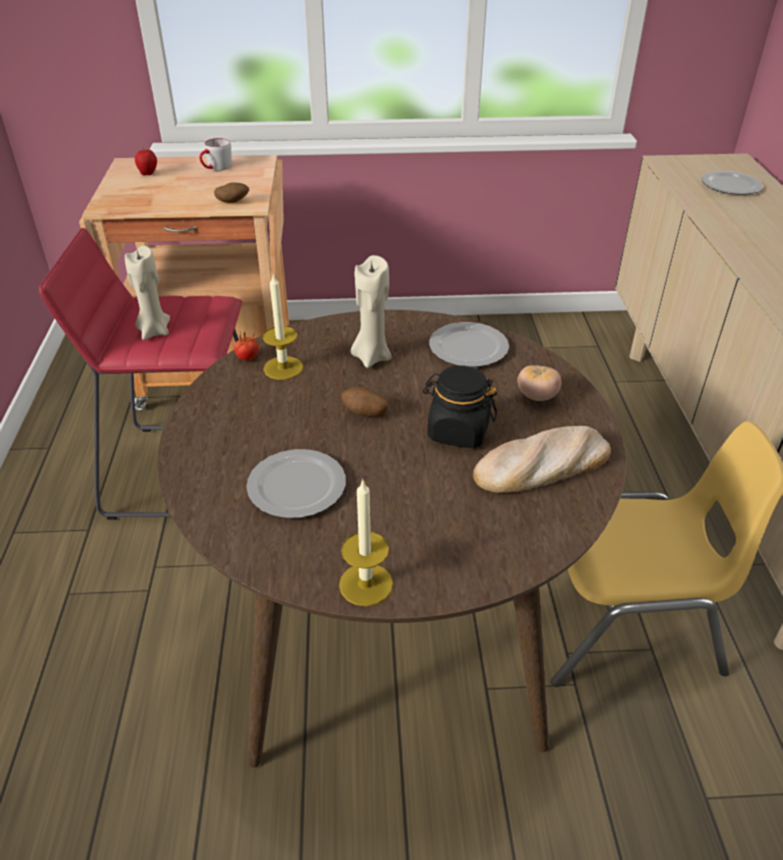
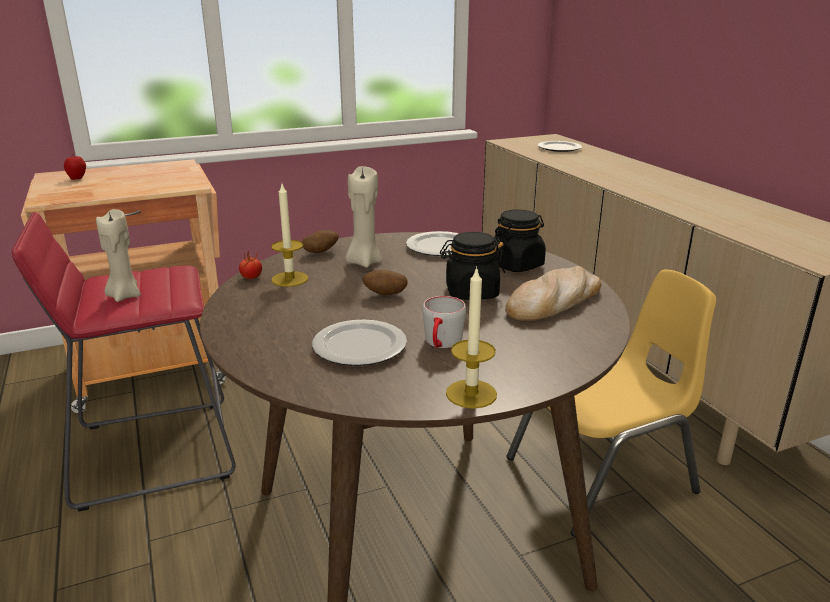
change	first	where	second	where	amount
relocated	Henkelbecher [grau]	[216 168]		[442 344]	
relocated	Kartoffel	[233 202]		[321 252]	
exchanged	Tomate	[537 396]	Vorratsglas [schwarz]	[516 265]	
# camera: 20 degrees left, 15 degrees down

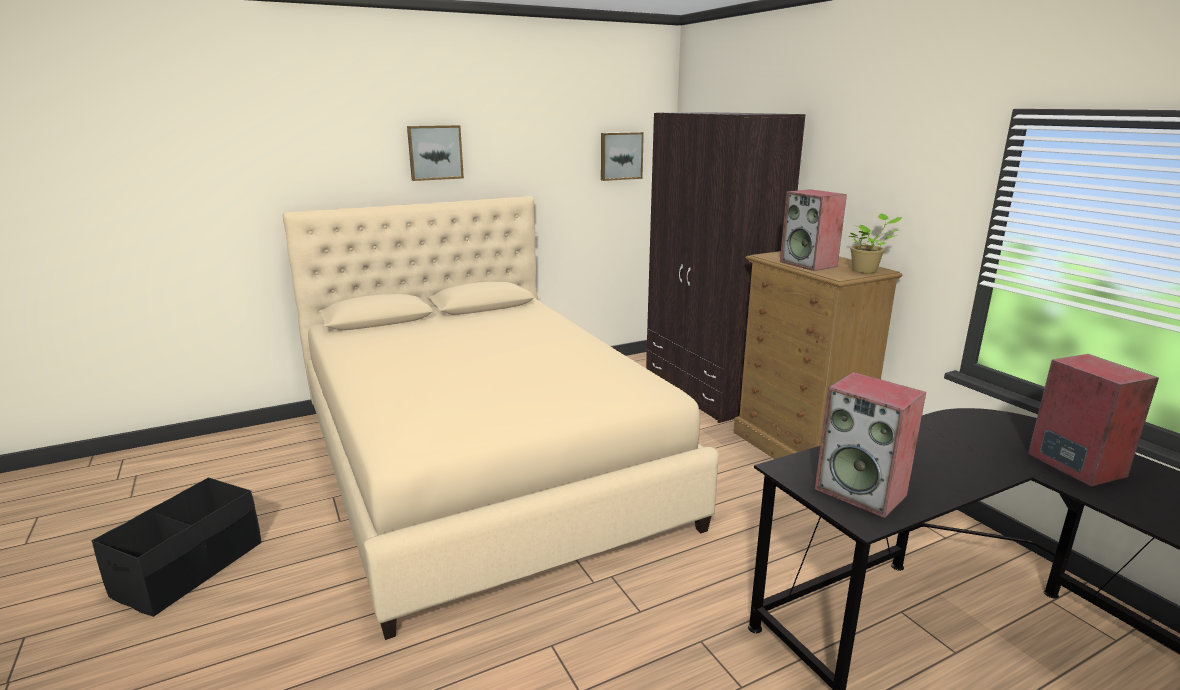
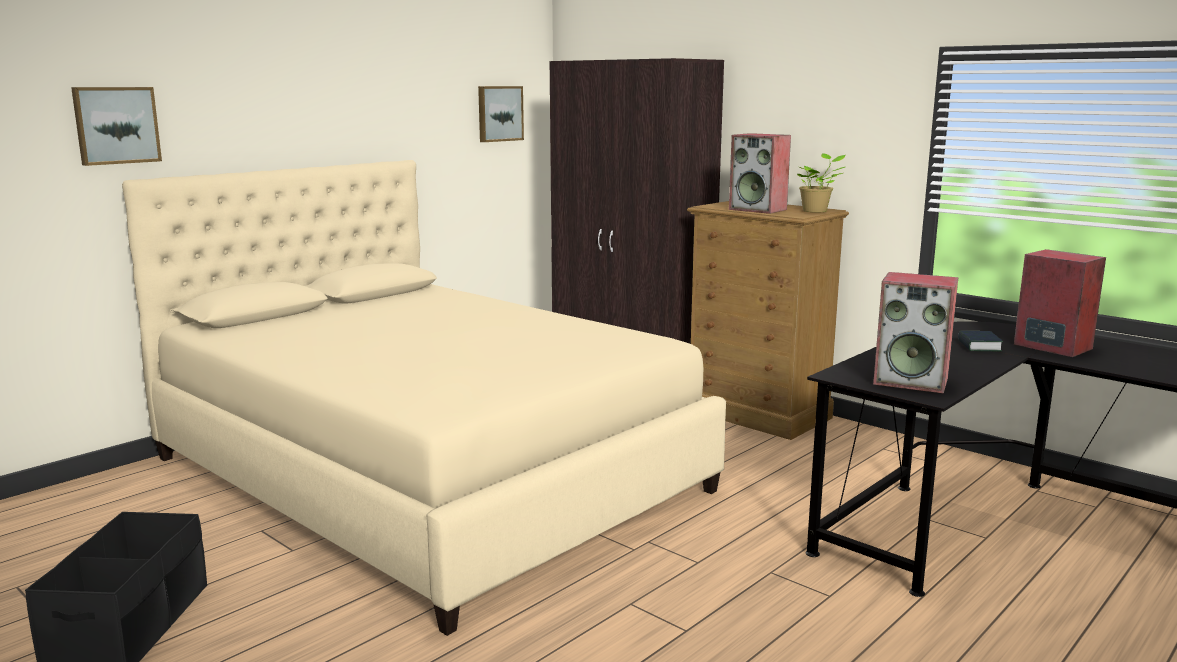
change	first	where	second	where	amount
appeared			Buch	[979 346]	
relocated	Bild	[435 152]		[116 125]	
# camera: 20 degrees left, 5 degrees down

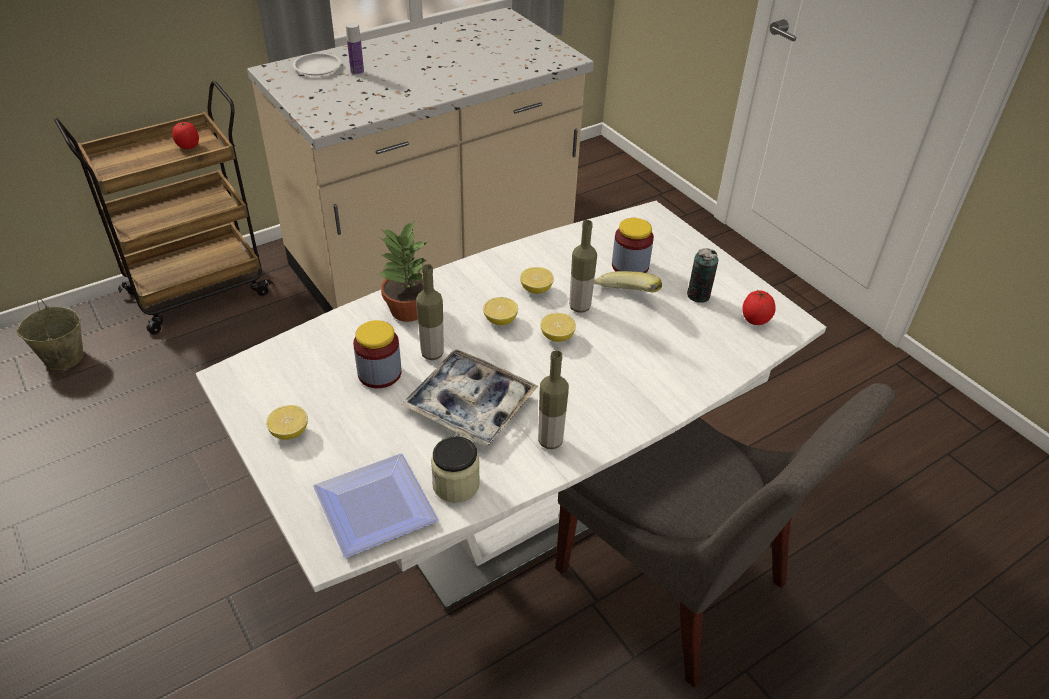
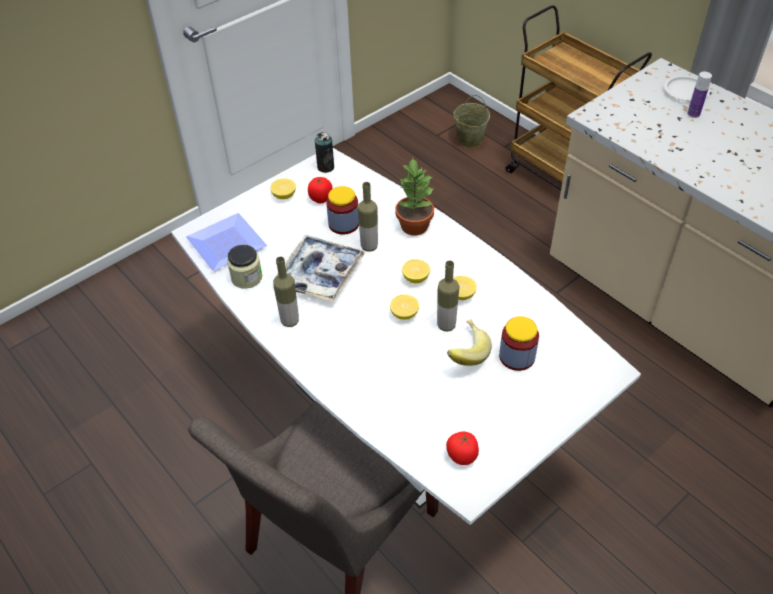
change	first	where	second	where	amount
relocated	Tomate	[188 146]		[321 199]	
relocated	Dose	[698 295]		[325 167]	
# camera: 85 degrees right, 5 degrees up

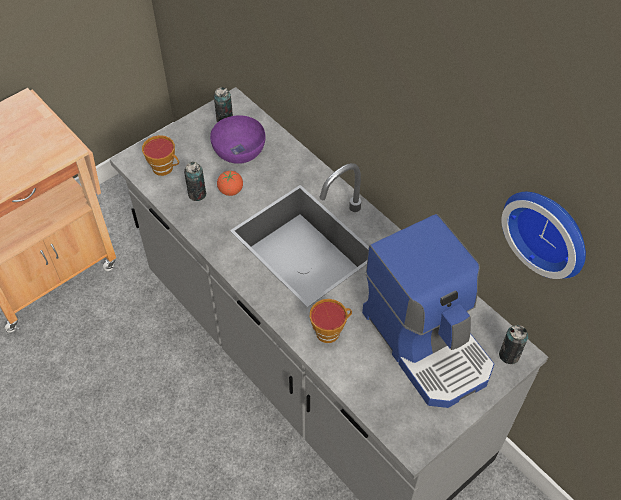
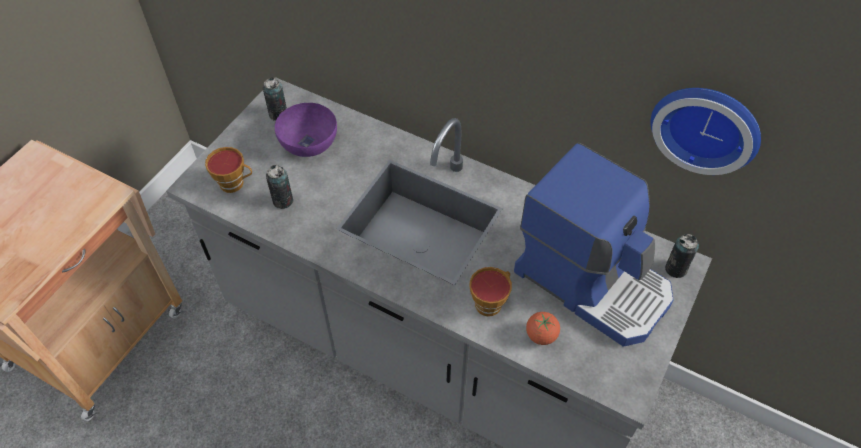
change	first	where	second	where	amount
relocated	Tomate	[230 191]		[541 335]	
# camera: 20 degrees left, 0 degrees up

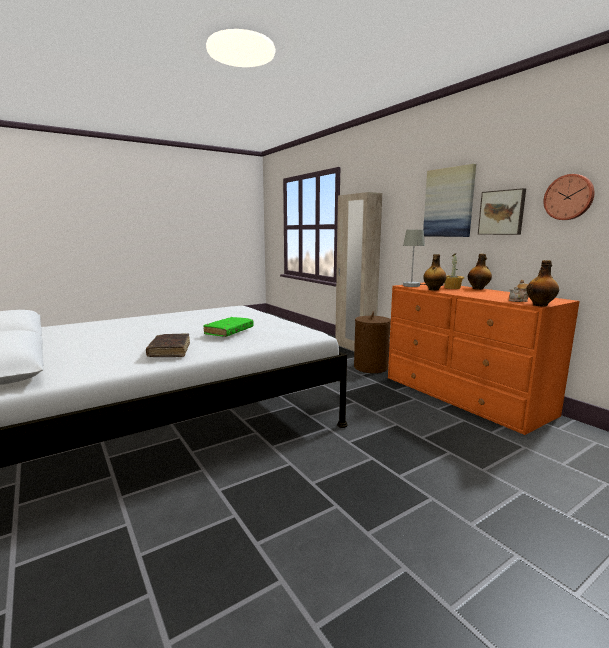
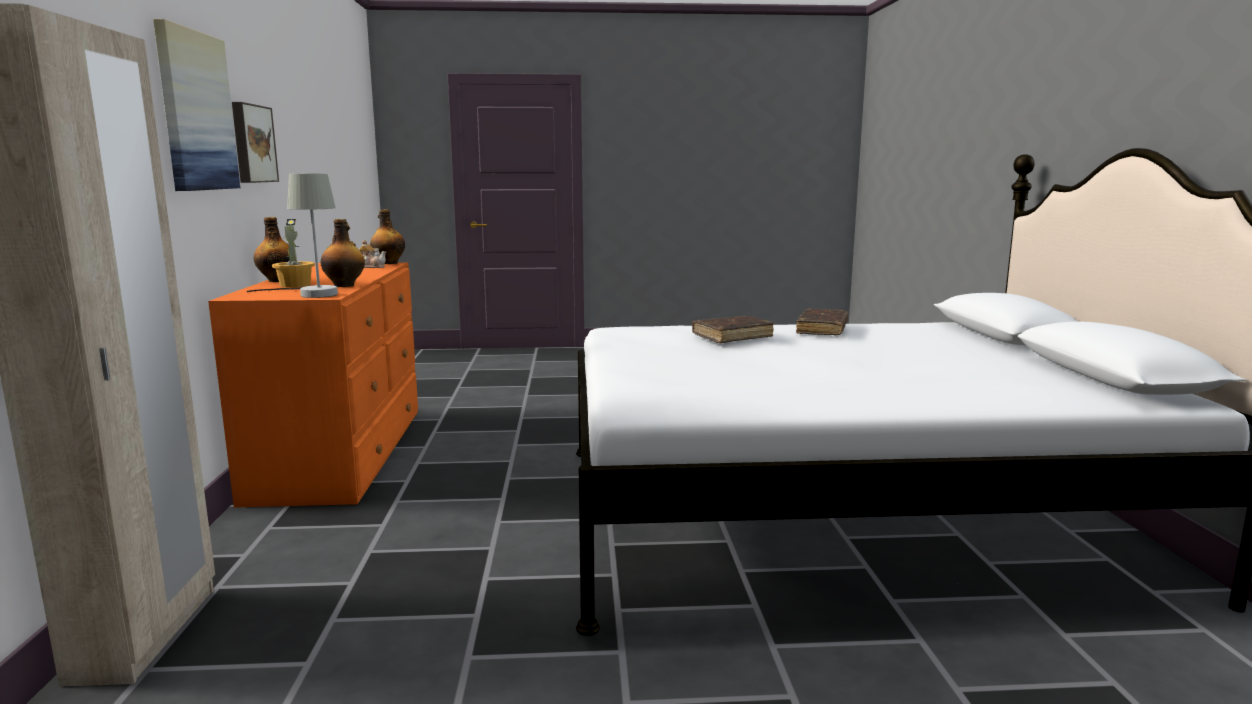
change	first	where	second	where	amount
missing	Wäschekorb [braun]	[370 367]			
missing	Wanduhr	[569 197]			
colour	Buch [grün]	[229 331]	Buch [braun]	[732 337]	
# camera: 150 degrees left, 0 degrees up

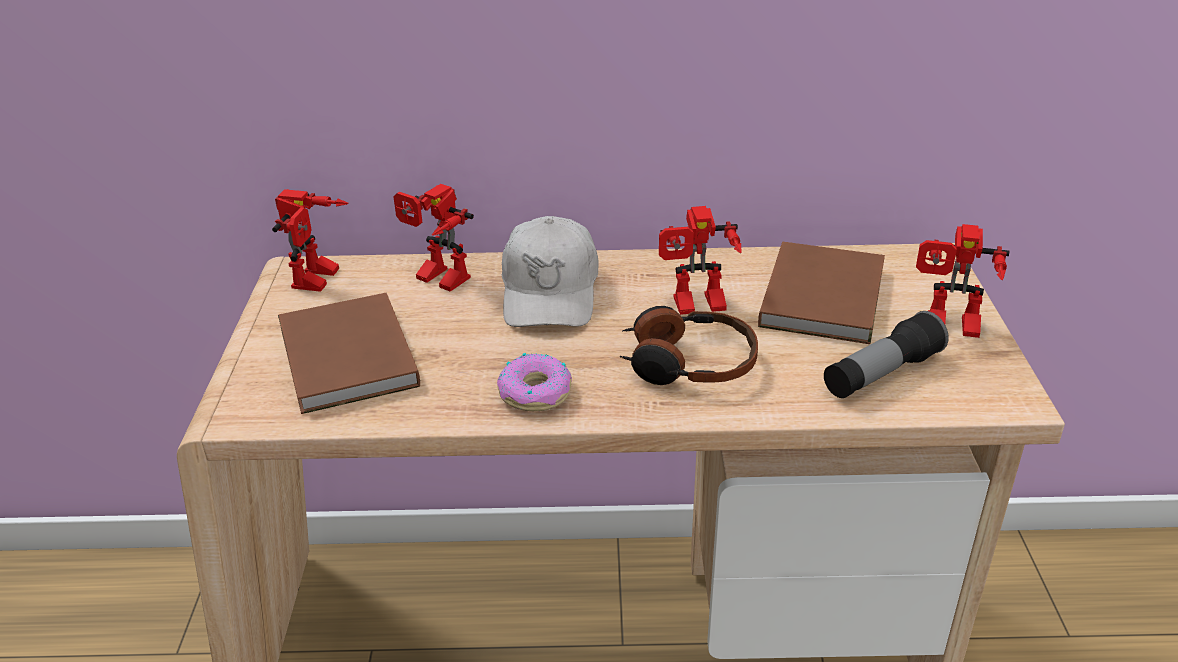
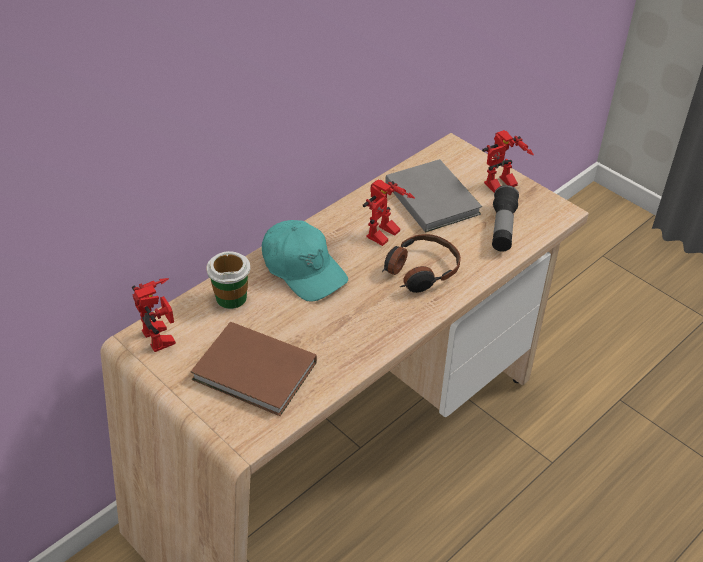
change	first	where	second	where	amount
missing	Donut	[536 392]			
exchanged	Spielzeugroboter	[436 280]	Tasse	[231 297]	
colour	Kappe [weiß]	[550 292]	Kappe [türkis]	[303 269]	
colour	Buch [braun]	[825 295]	Buch [grau]	[432 197]	
# camera: 45 degrees left, 10 degrees up

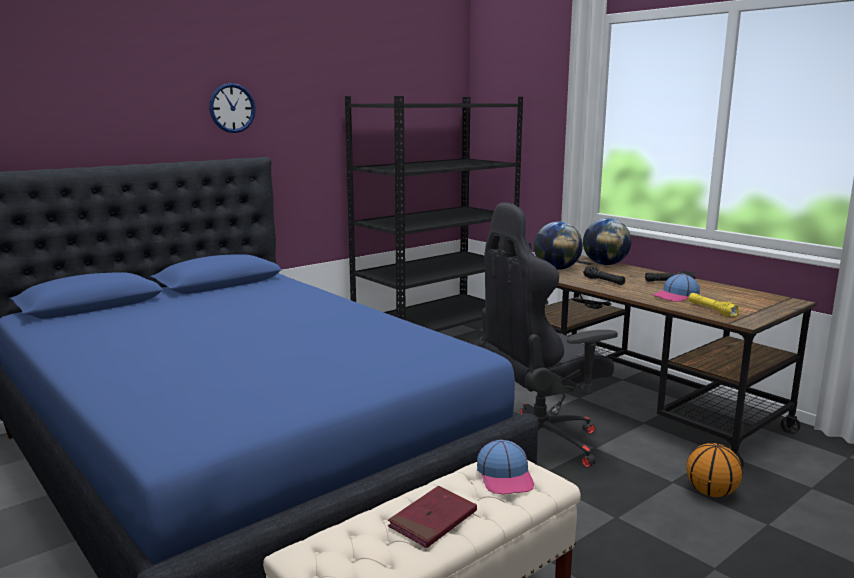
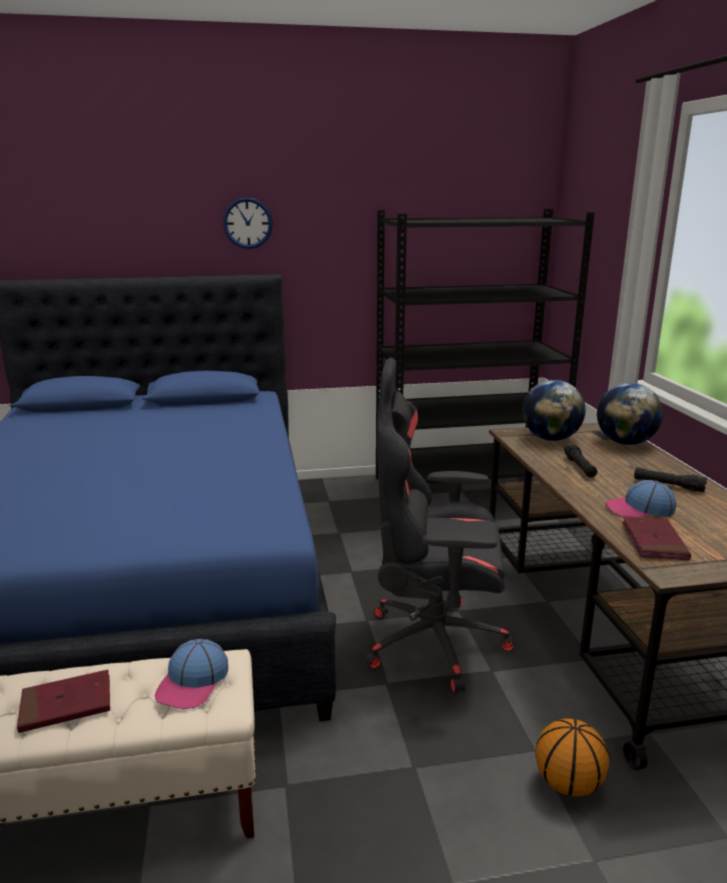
change	first	where	second	where	amount
exchanged	Taschenlampe [gelb]	[712 310]	Buch [rot]	[654 542]	
# camera: 30 degrees right, 5 degrees up

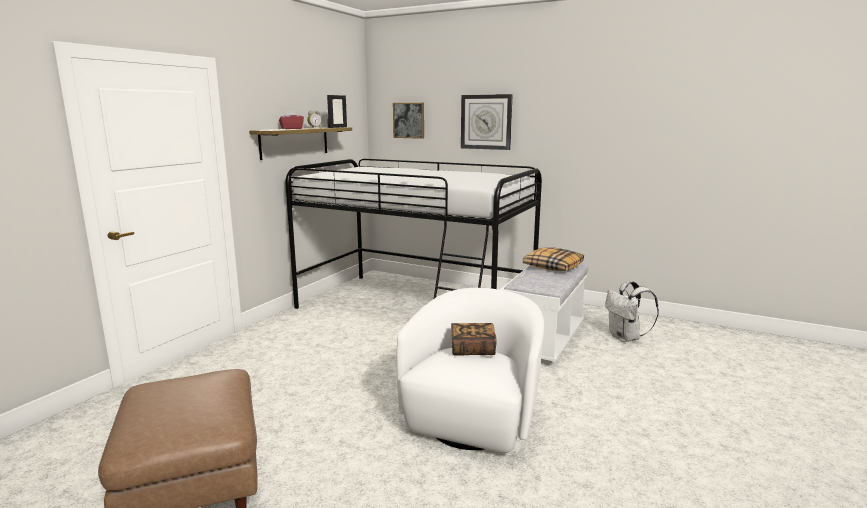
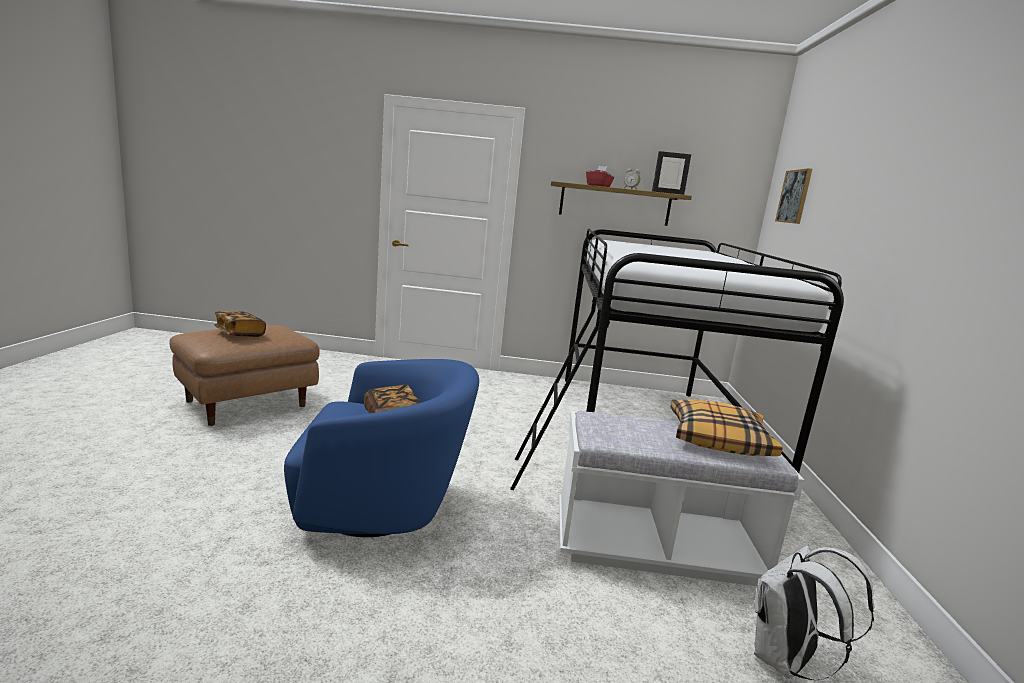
change	first	where	second	where	amount
missing	Wanduhr	[486 122]			
appeared			Buch	[239 334]	
colour	Sessel [weiß]	[473 419]	Sessel [blau]	[382 506]	
# camera: 65 degrees right, 0 degrees up

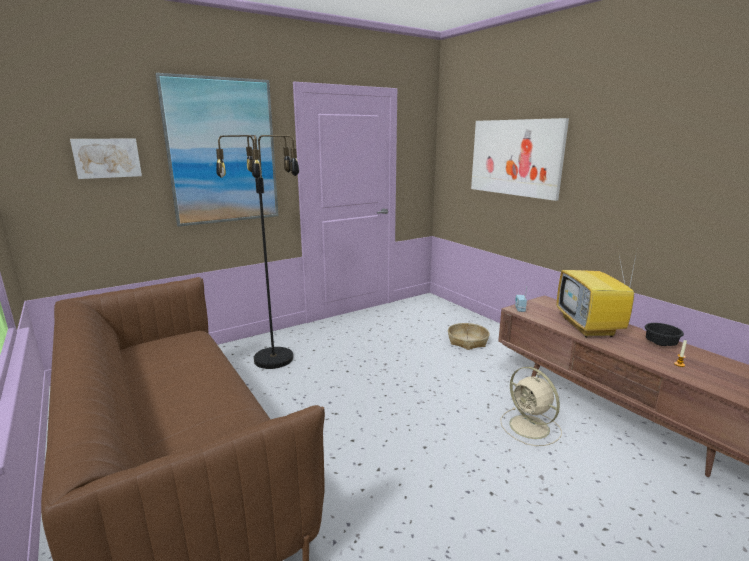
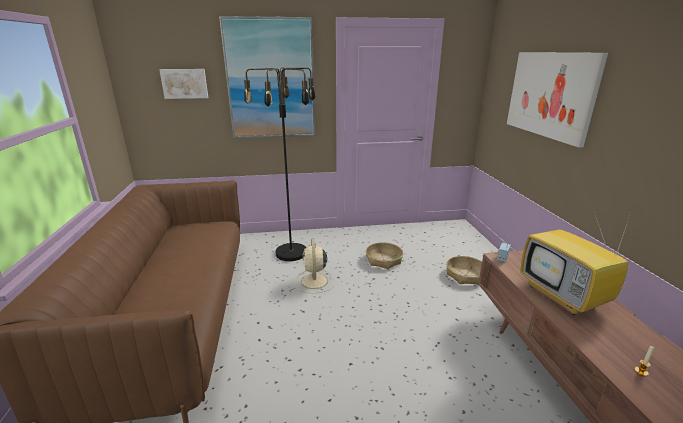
change	first	where	second	where	amount
missing	Schüssel [schwarz]	[659 343]			
appeared			Korb	[384 260]	
relocated	Ventilator [beige]	[530 427]		[314 282]	
spun	Fernseher	[589 328]		[564 297]	45 degrees counterclockwise
# camera: 25 degrees right, 5 degrees up

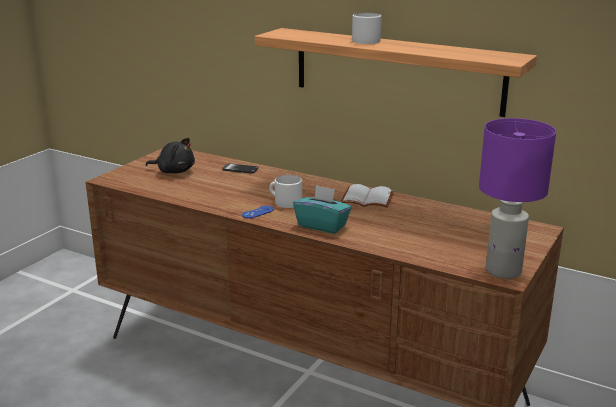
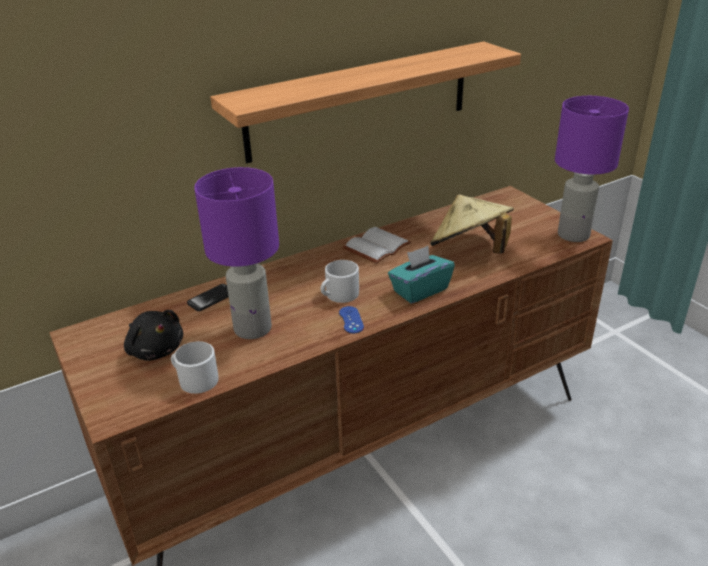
change	first	where	second	where	amount
appeared			Tischlampe [lila]	[253 329]	
appeared			Hut [beige]	[469 251]	
relocated	Henkelbecher [weiß]	[365 40]		[194 379]	
spun	Plüschtier [schwarz]	[174 171]		[155 349]	90 degrees clockwise
# camera: 60 degrees left, 10 degrees up

